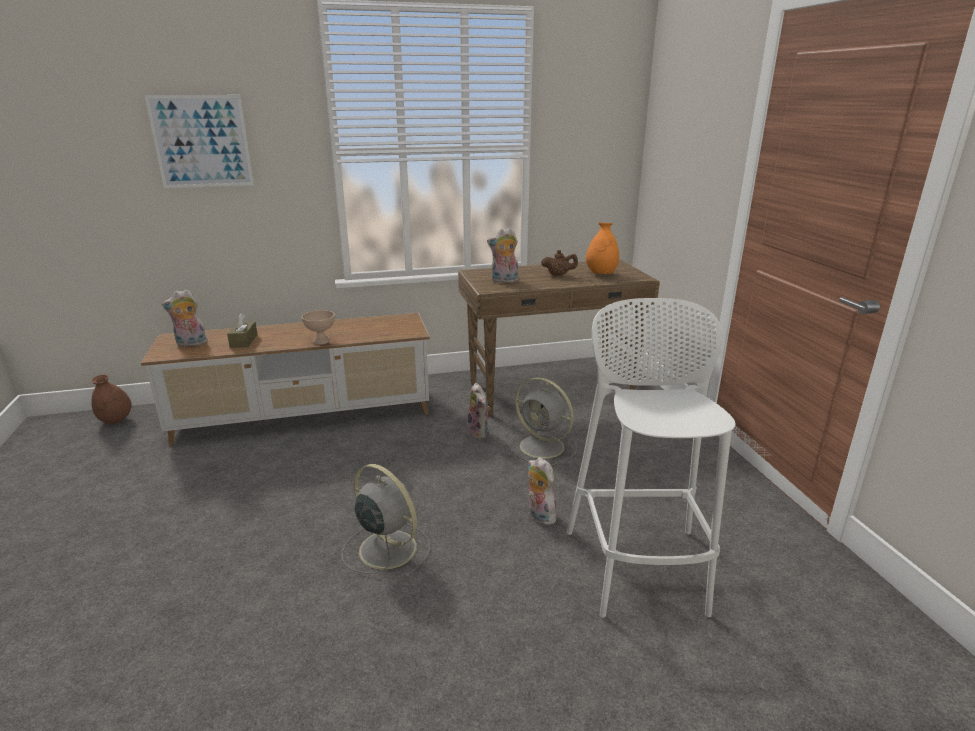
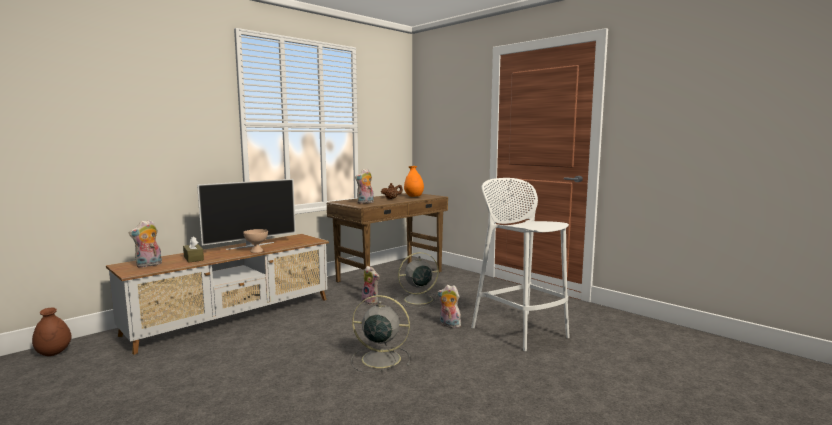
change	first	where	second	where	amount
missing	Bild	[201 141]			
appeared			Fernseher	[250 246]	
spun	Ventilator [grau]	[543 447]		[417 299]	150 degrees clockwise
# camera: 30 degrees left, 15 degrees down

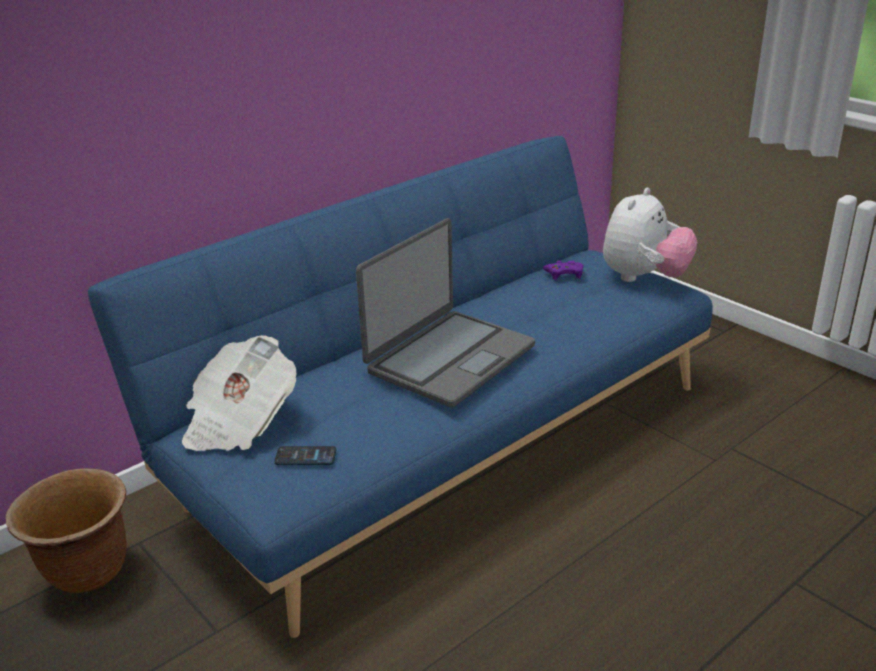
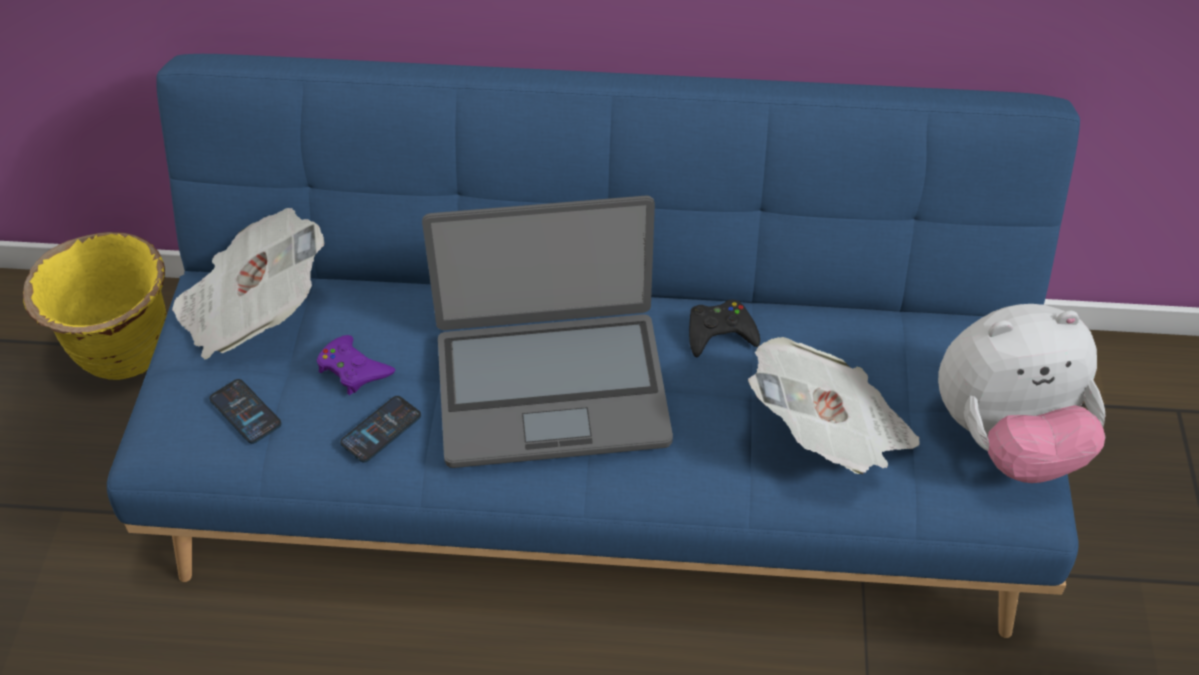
change	first	where	second	where	amount
appeared			Handy	[381 430]	
appeared			Gamepad [schwarz]	[720 333]	
appeared			Zeitung	[830 434]	
relocated	Gamepad [lila]	[564 274]		[353 369]	
colour	Pflanzkübel [braun]	[87 572]	Pflanzkübel [gelb]	[123 352]	
# camera: 45 degrees right, 20 degrees up

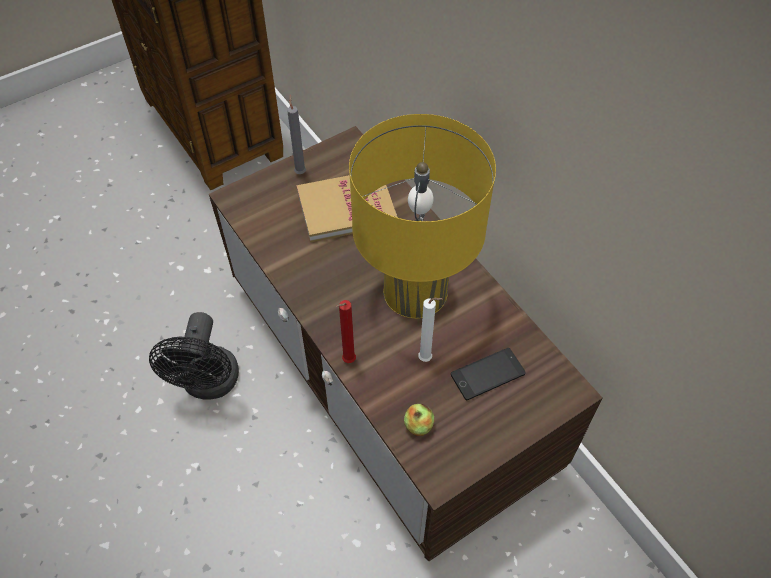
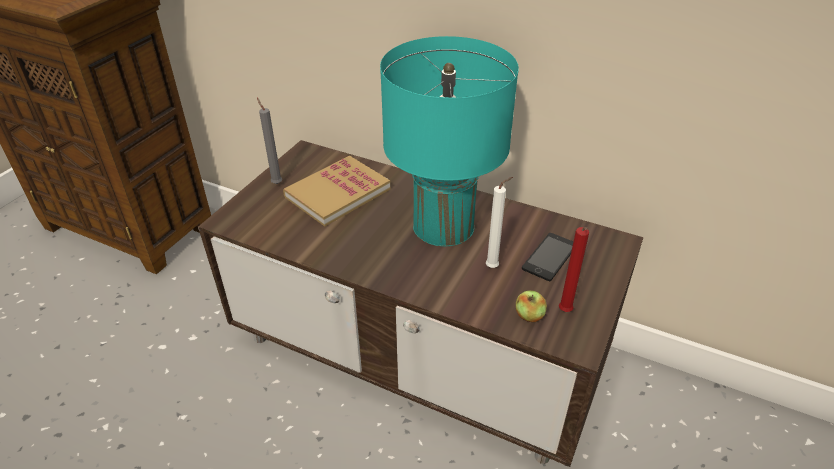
change	first	where	second	where	amount
missing	Ventilator [schwarz]	[209 384]			
relocated	Kerze [rot]	[347 361]		[564 312]	
colour	Tischlampe [gelb]	[415 291]	Tischlampe [türkis]	[443 226]	
# camera: 30 degrees left, 15 degrees down

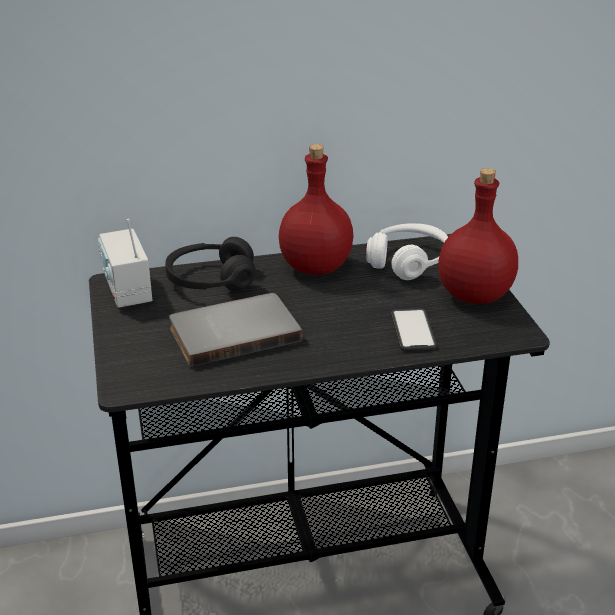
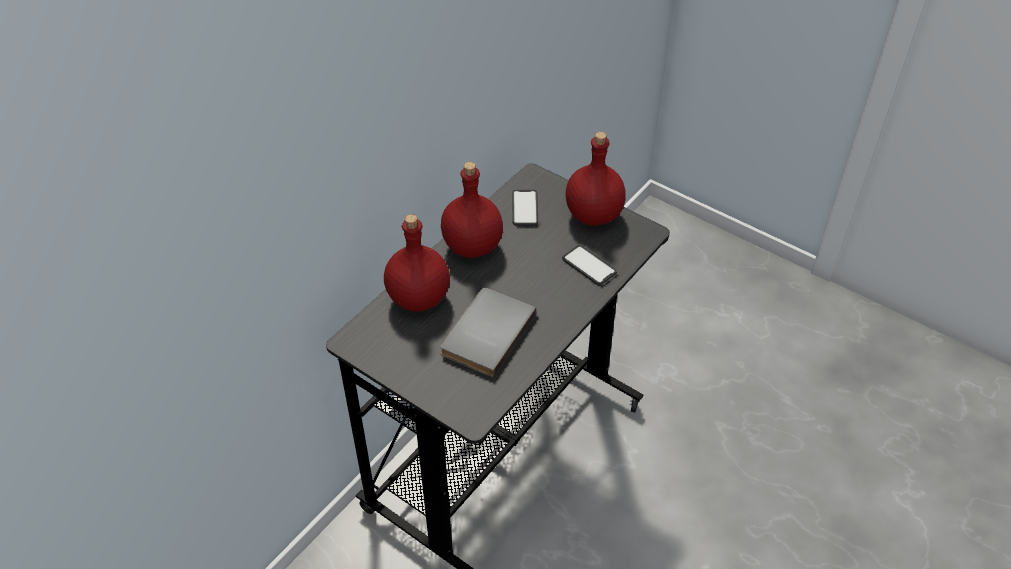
change	first	where	second	where	amount
missing	Radio	[127 291]			
exchanged	Kopfhörer [schwarz]	[211 280]	Flasche [rot]	[417 299]	
exchanged	Kopfhörer [weiß]	[408 262]	Handy	[525 208]	
# camera: 40 degrees left, 15 degrees up

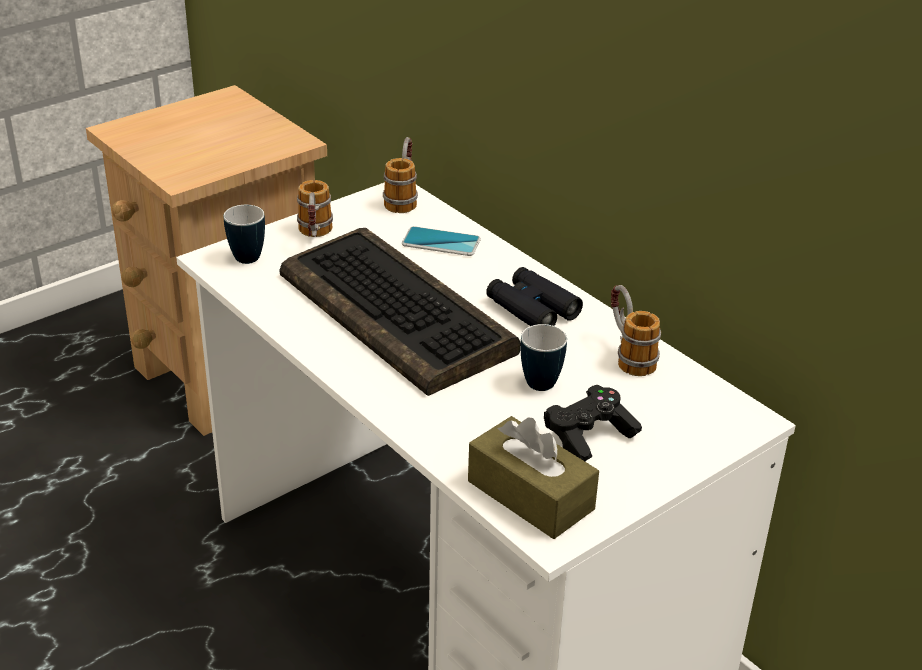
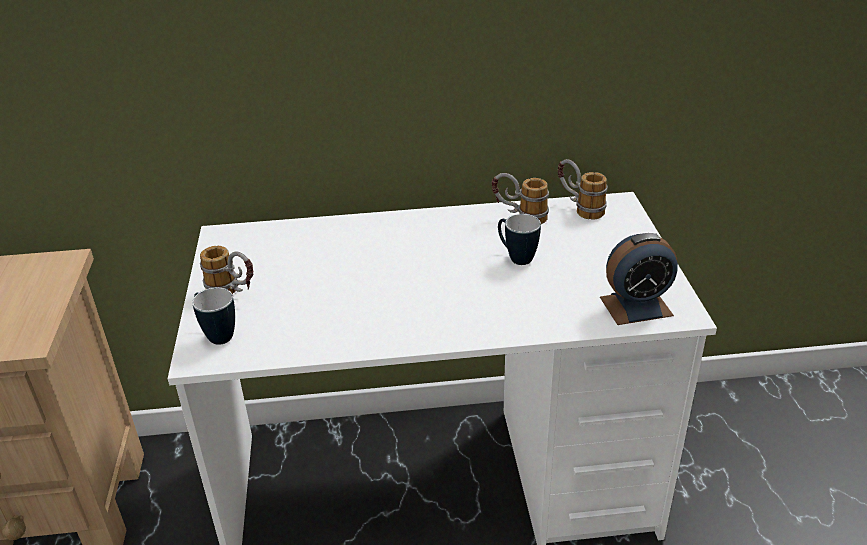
change	first	where	second	where	amount
missing	Tastatur	[399 314]			
missing	Handy	[441 242]			
missing	Fernglas [schwarz]	[532 309]			
missing	Gamepad [schwarz]	[589 436]			
relocated	Henkelbecher	[403 198]		[579 208]	
exchanged	Taschentuchbox [braun]	[530 495]	Wecker	[636 306]	
# camera: 55 degrees left, 0 degrees up

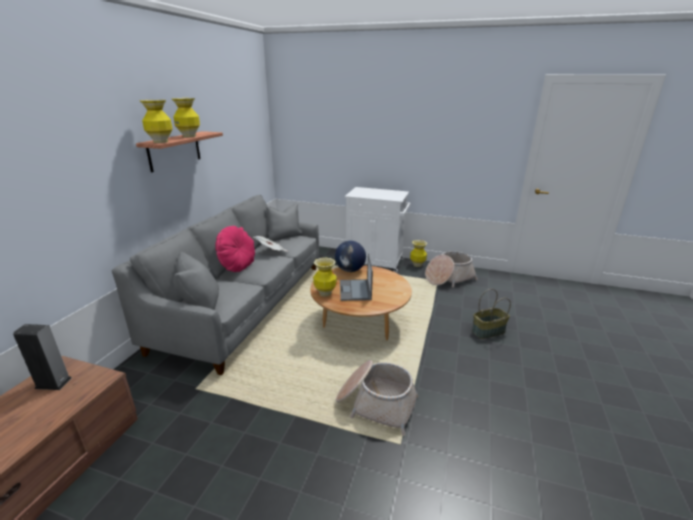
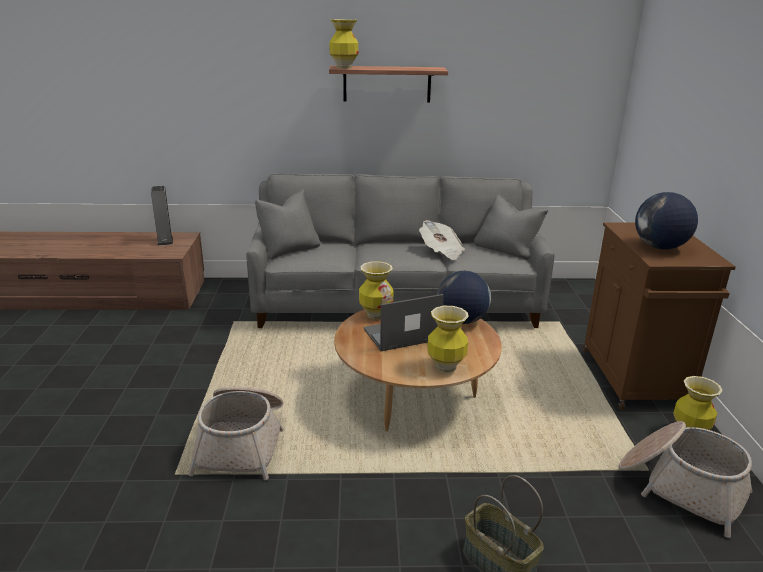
change	first	where	second	where	amount
missing	Kissen [rosa]	[238 267]			
appeared			Globus	[660 247]	
relocated	Vase	[189 136]		[445 367]	
colour	Schrank [weiß]	[376 262]	Schrank [braun]	[635 379]	
# camera: 70 degrees right, 0 degrees up

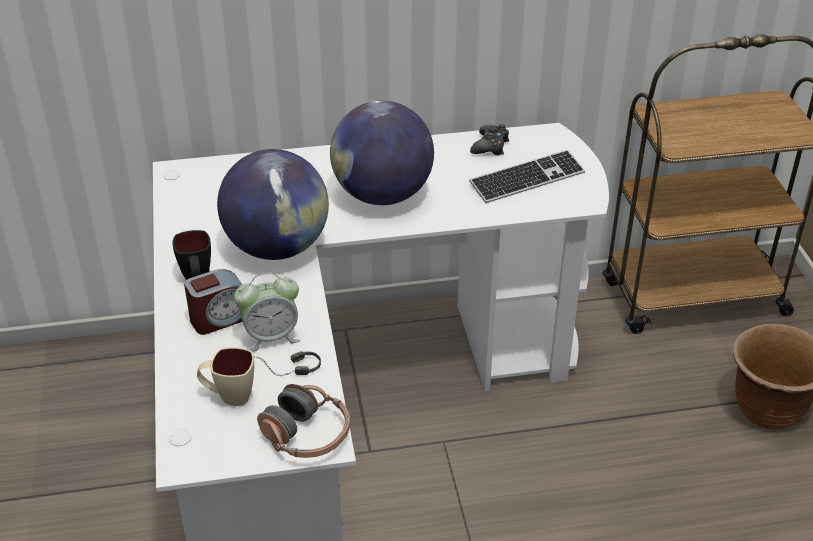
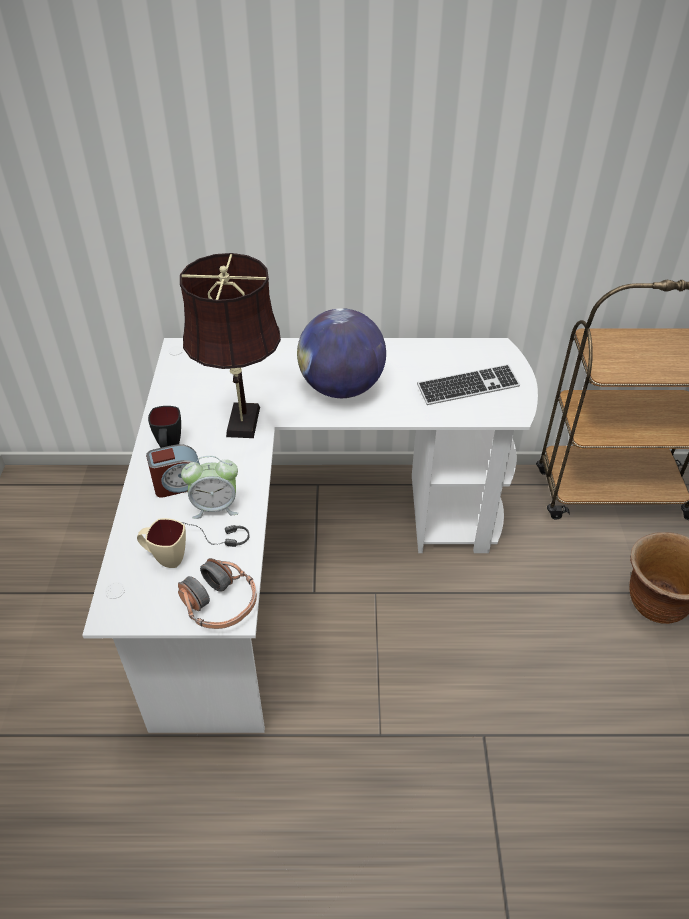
change	first	where	second	where	amount
missing	Gamepad [schwarz]	[490 146]			
exchanged	Globus	[277 247]	Tischlampe [braun]	[242 425]	
# camera: 10 degrees right, 5 degrees up

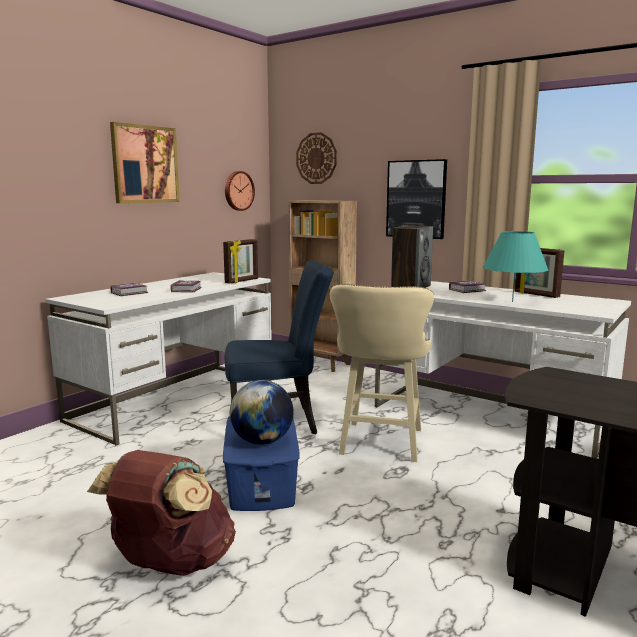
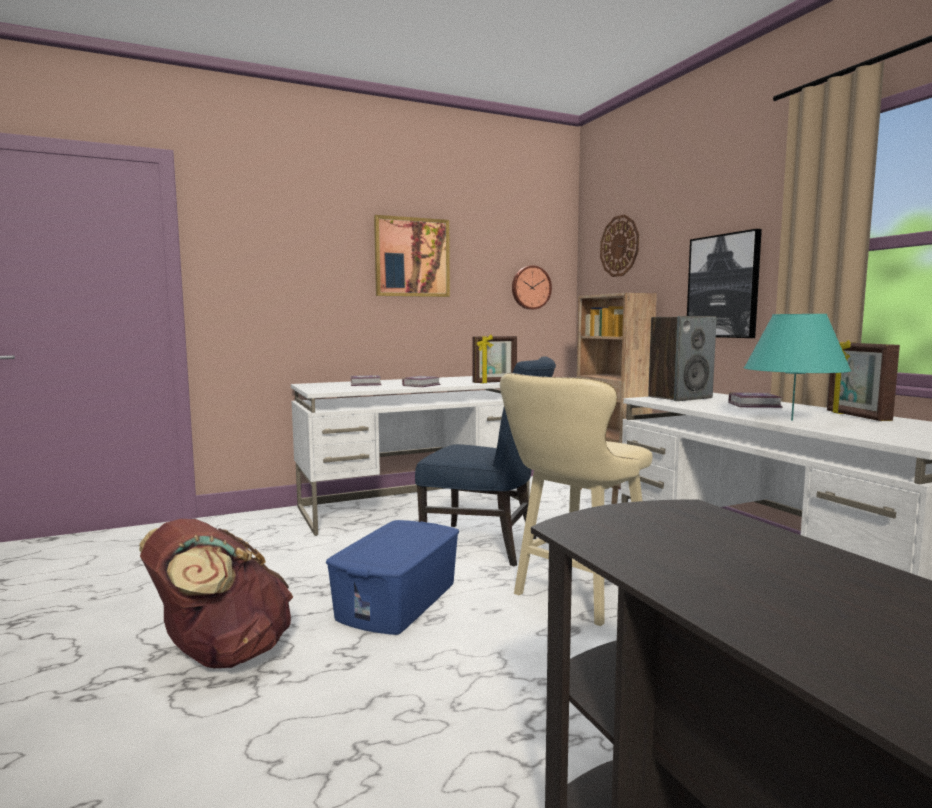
change	first	where	second	where	amount
missing	Globus	[262 441]			
# camera: 30 degrees right, 5 degrees down

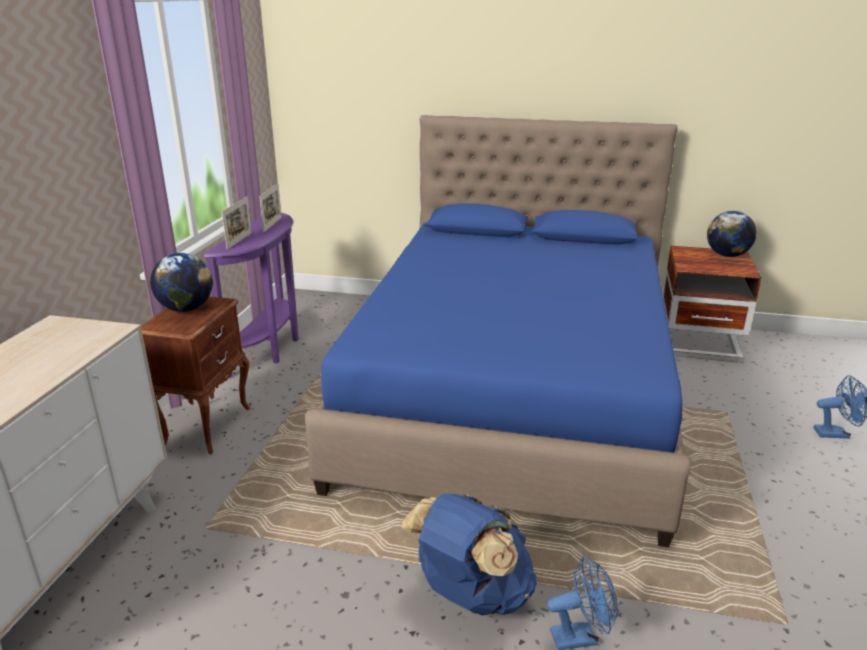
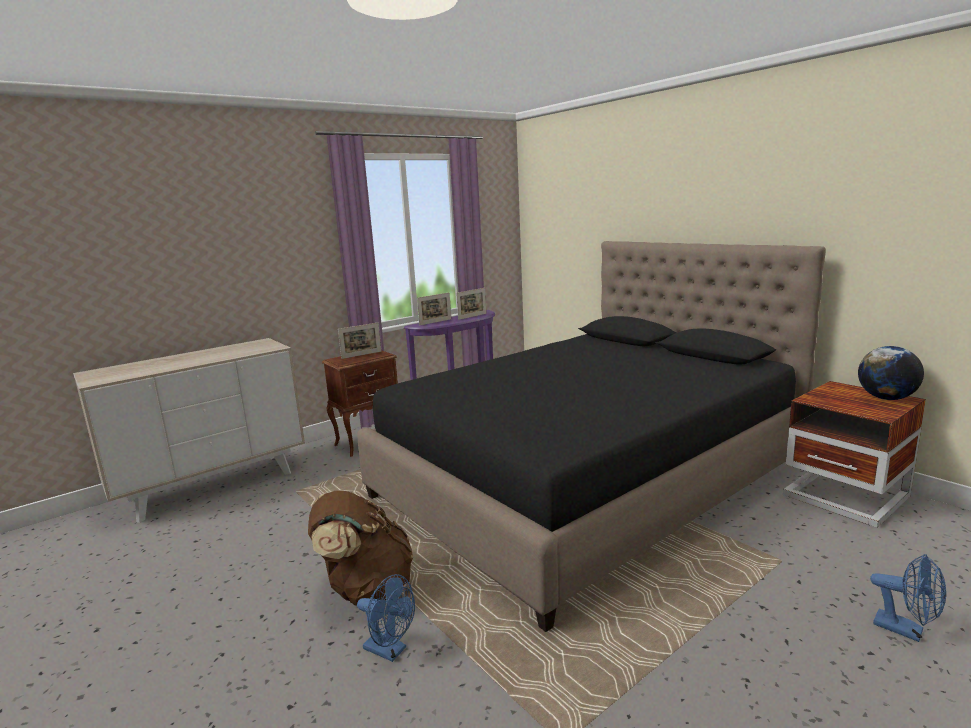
change	first	where	second	where	amount
exchanged	Globus	[186 309]	Bilderrahmen	[361 355]	
colour	Bett [blau]	[514 391]	Bett [schwarz]	[589 480]	
colour	Rucksack [blau]	[471 595]	Rucksack [braun]	[365 589]	
# camera: 40 degrees right, 10 degrees down

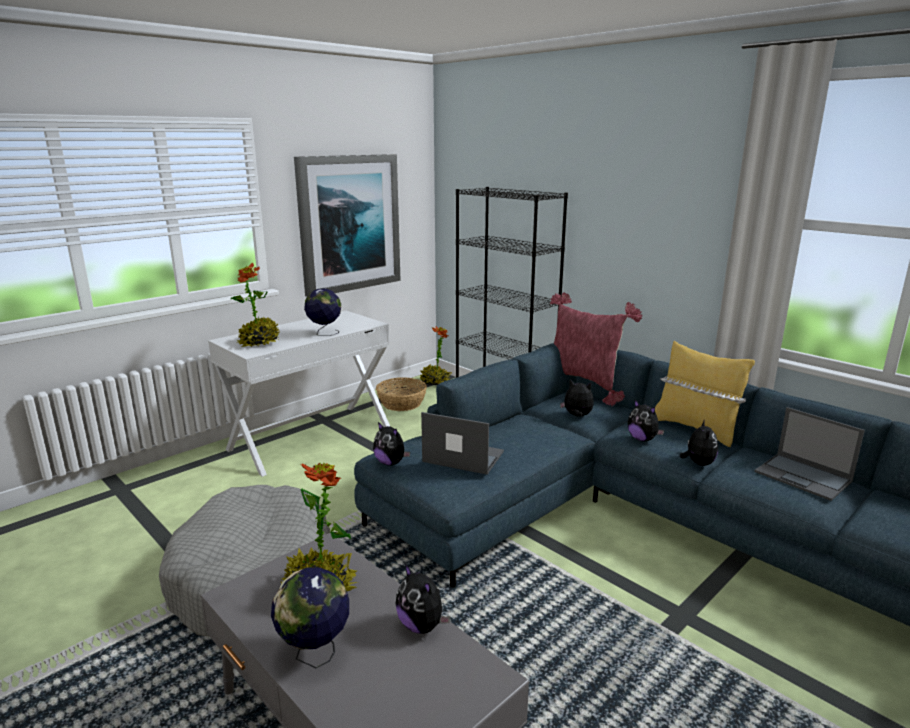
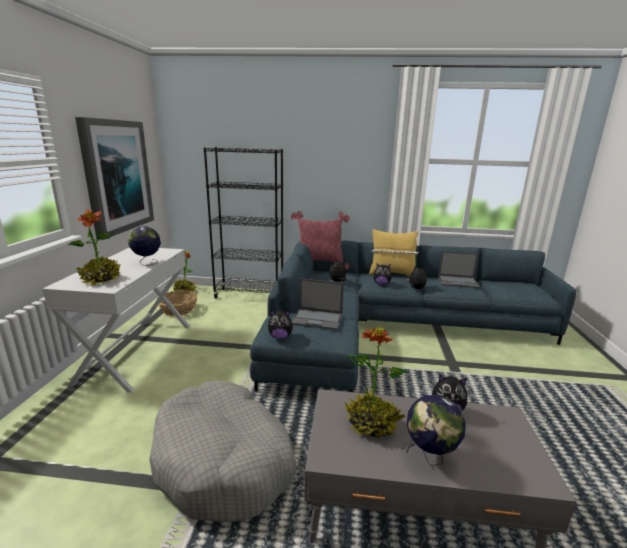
change	first	where	second	where	amount
spun	Laptop	[462 456]		[317 319]	150 degrees counterclockwise
# camera: 40 degrees left, 0 degrees up

